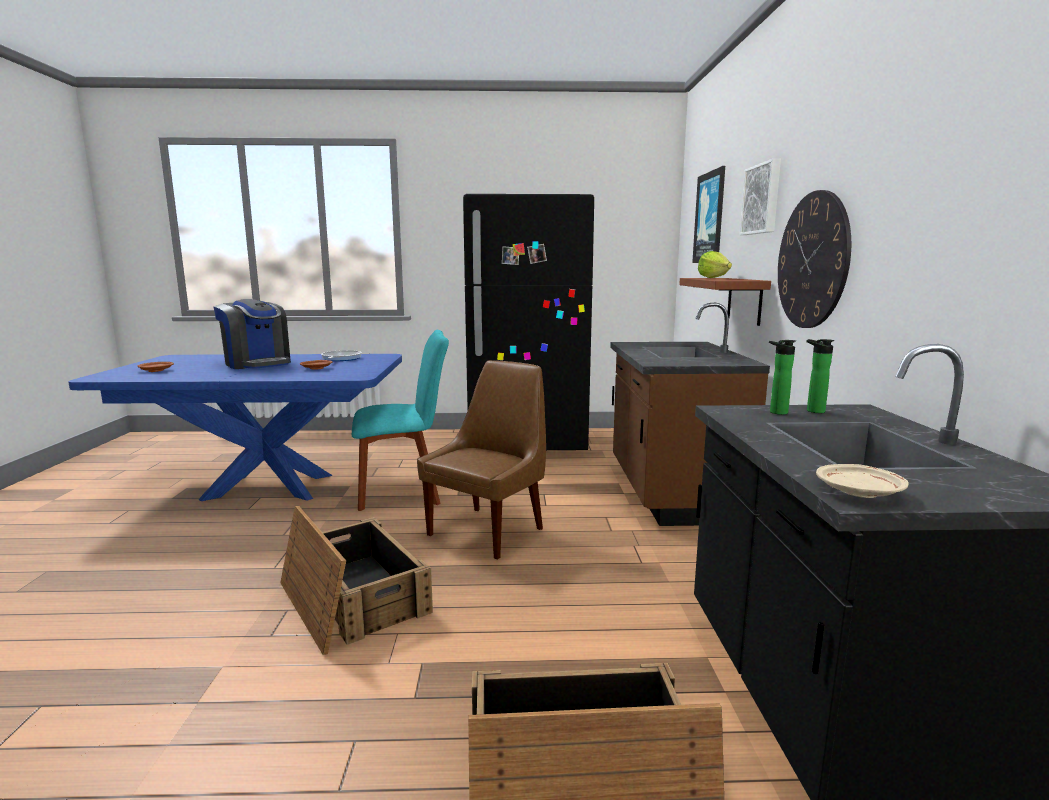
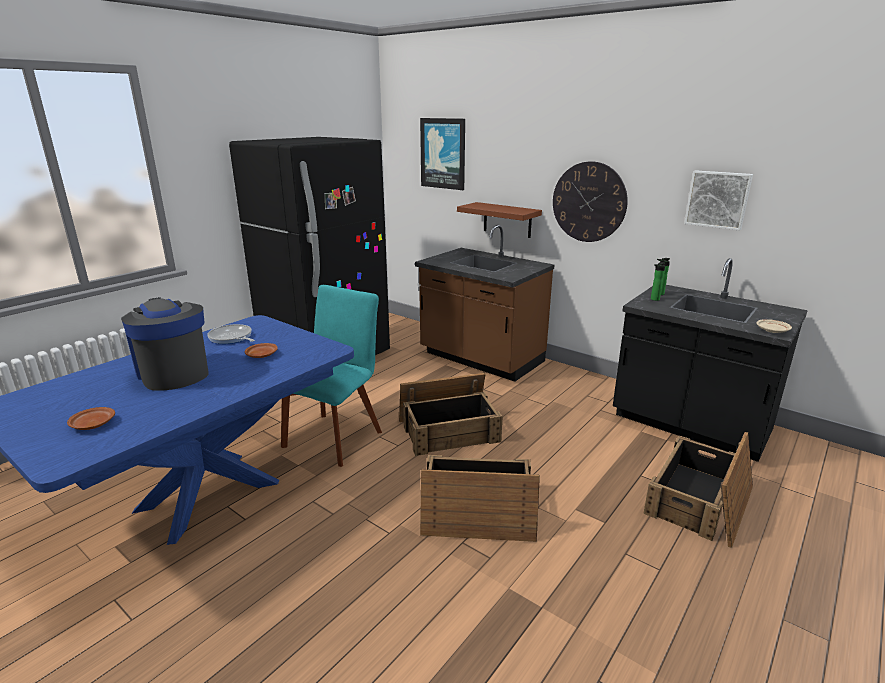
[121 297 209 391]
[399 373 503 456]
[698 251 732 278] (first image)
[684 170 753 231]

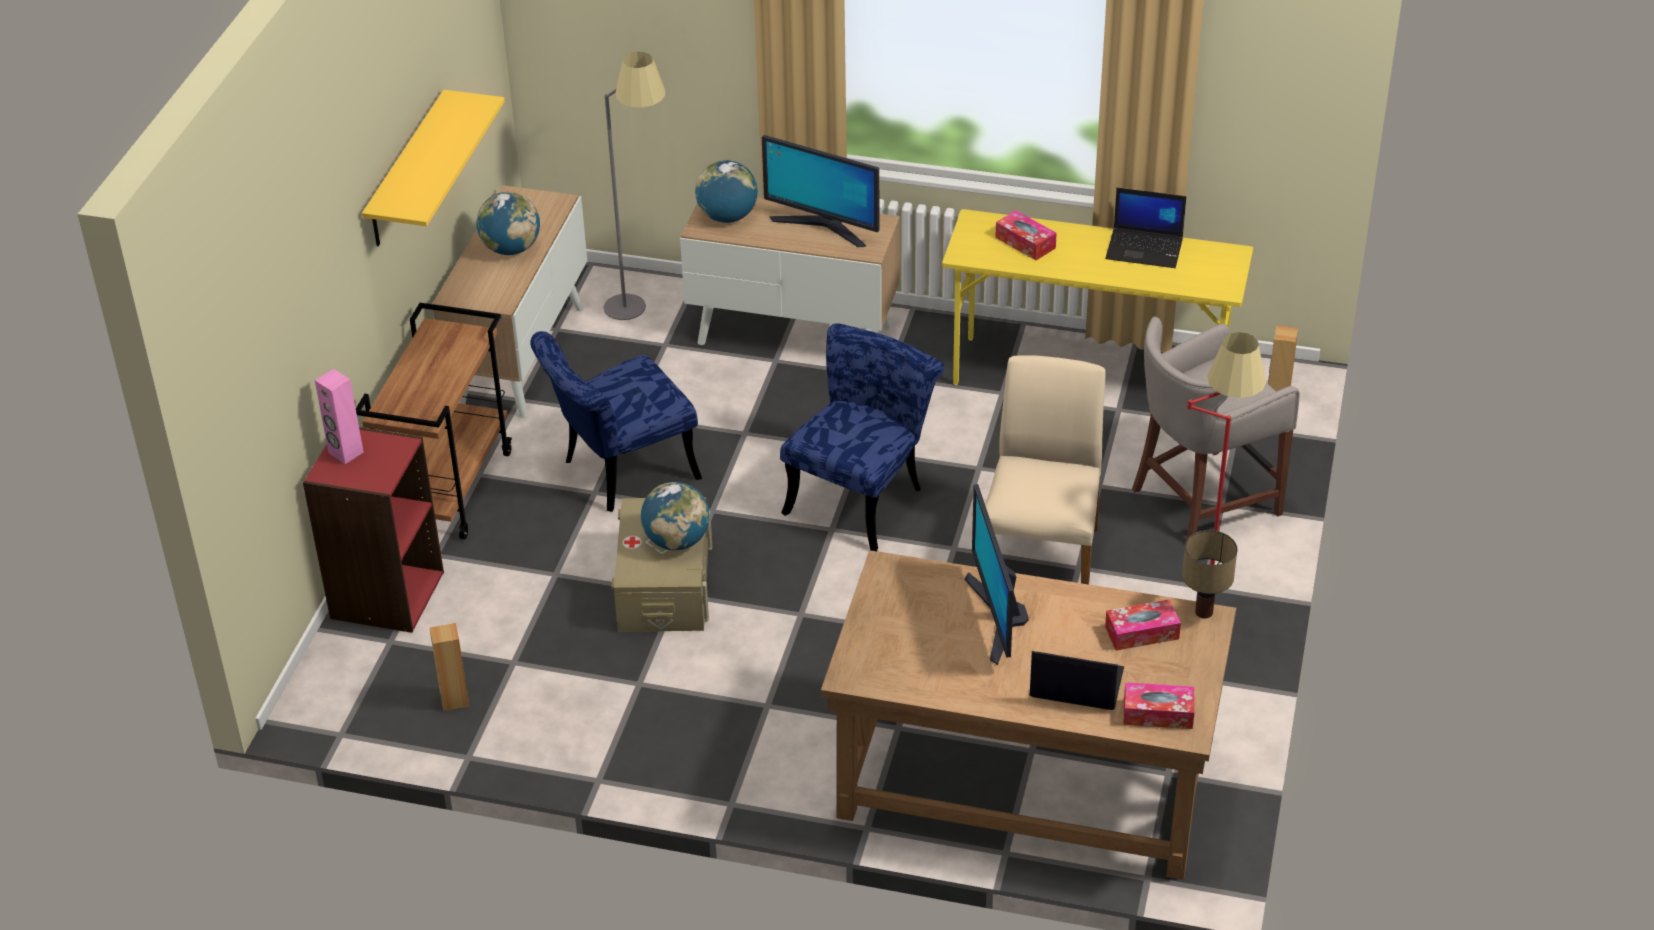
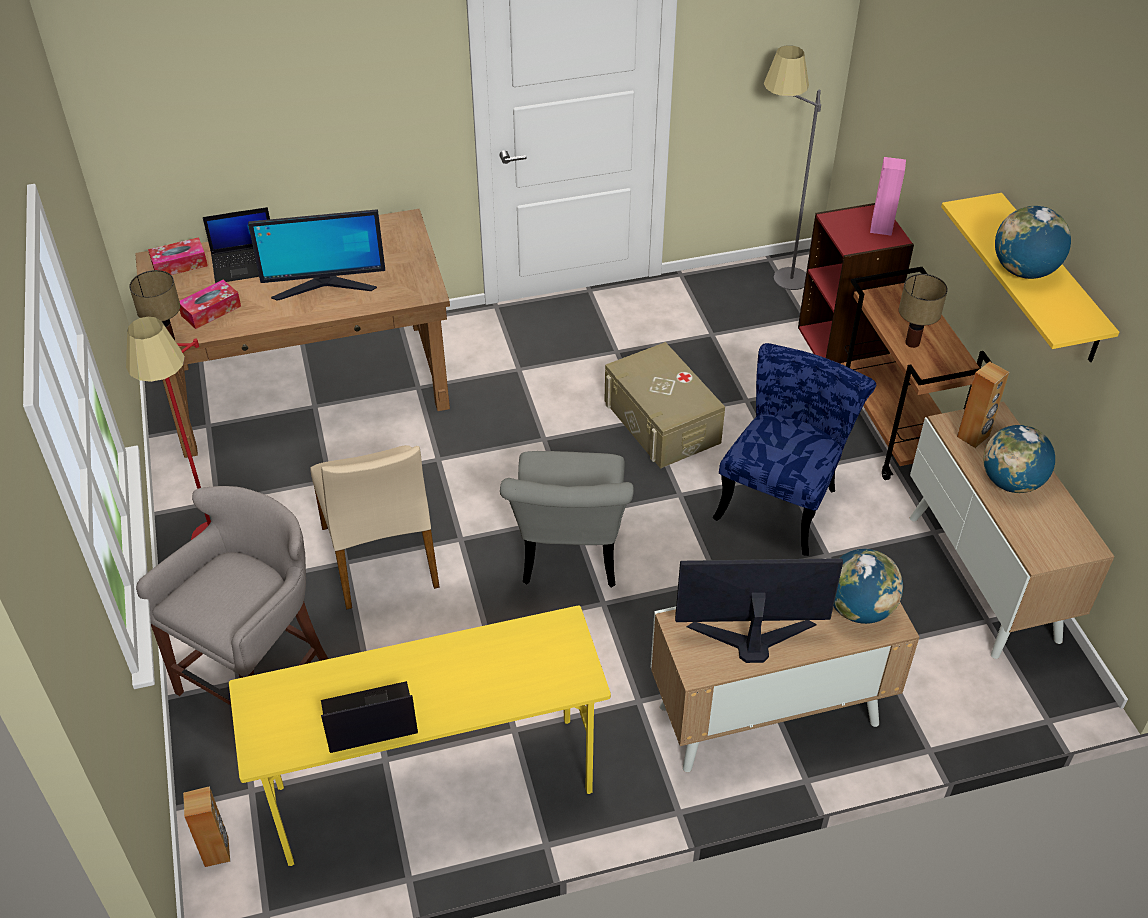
[957 361 1009 448]
[764 45 821 290]
[995 206 1071 279]
[500 451 634 587]
[248 209 385 301]
[995 210 1057 260] (first image)
[899 274 948 348]

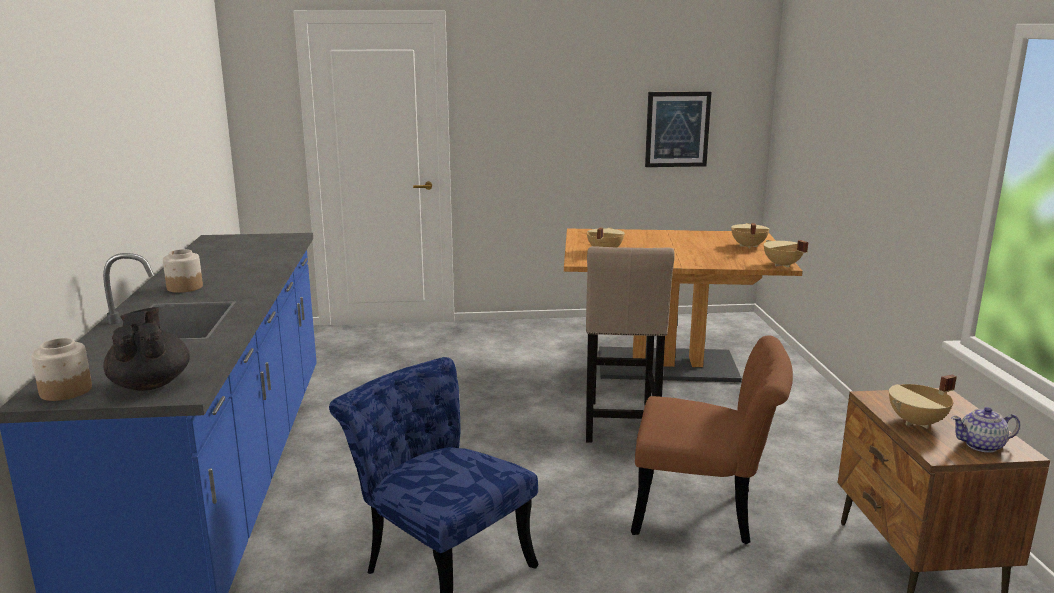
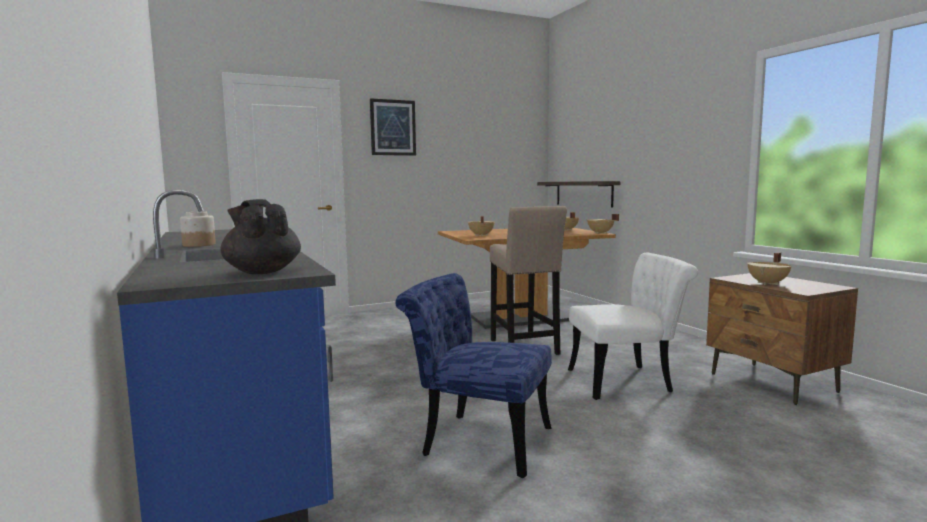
[31 338 92 401] (first image)
[568 253 698 400]
[370 98 416 156]
[951 407 1020 453] (first image)
[537 181 620 207]

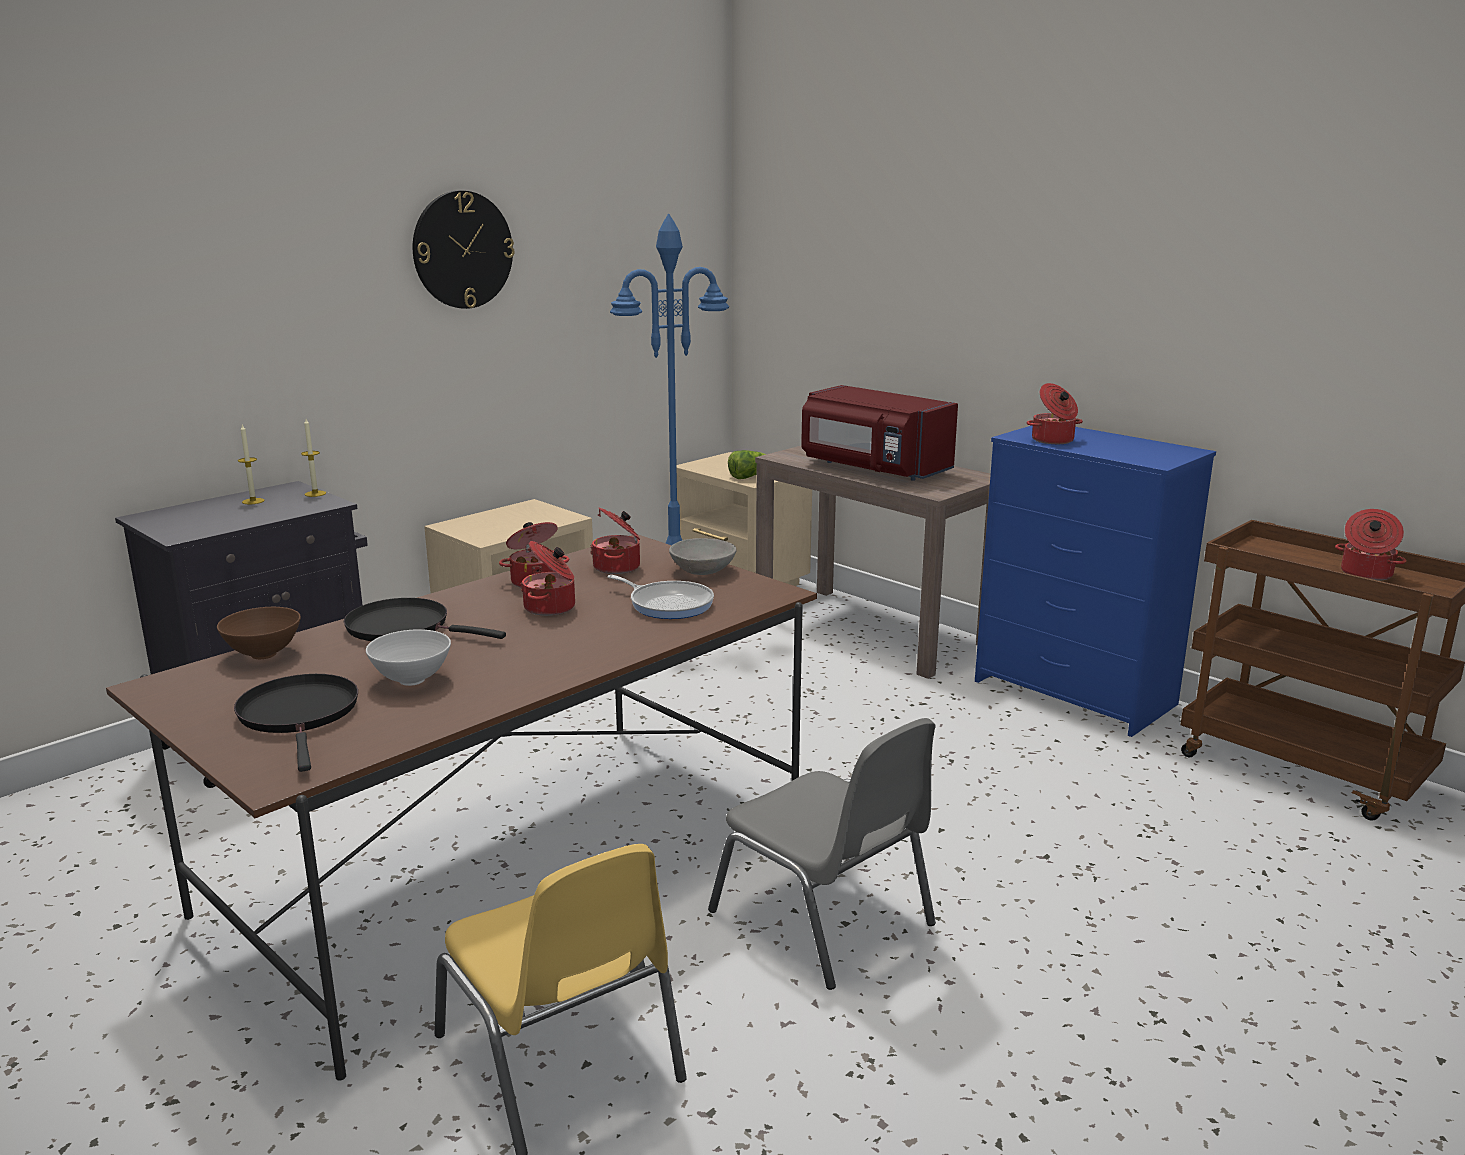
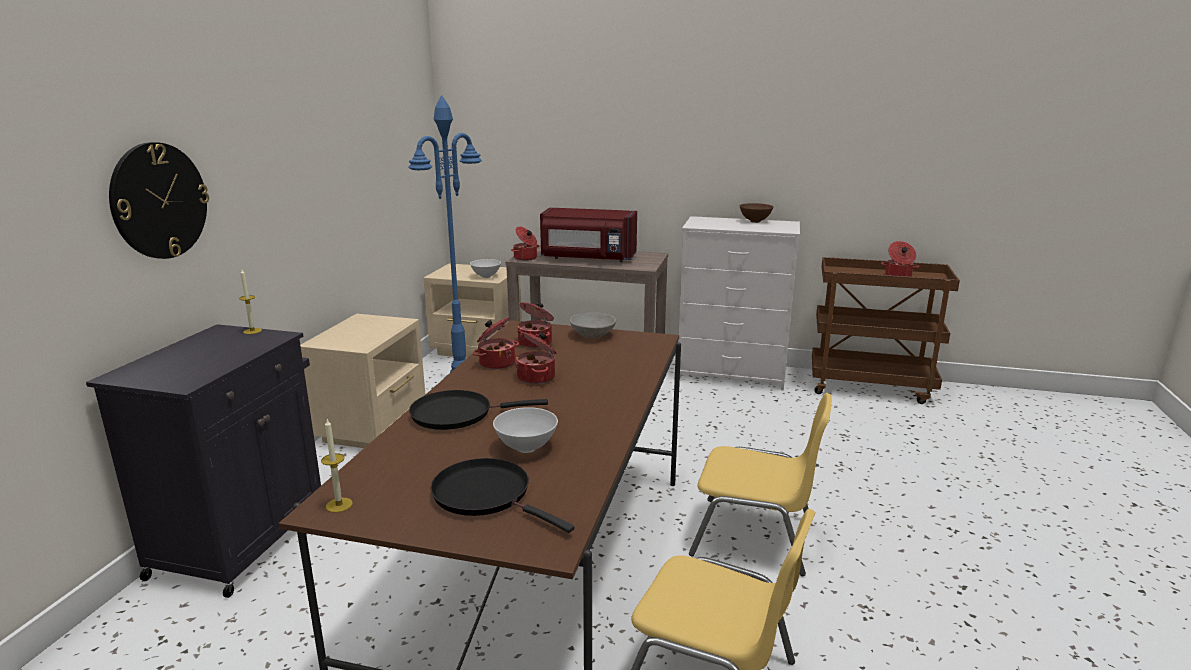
[740 203 774 223]
[321 419 353 513]
[109 142 209 259]
[607 575 714 619] (first image)
[689 393 832 576]
[470 259 501 278]
[679 216 800 391]
[511 226 539 261]

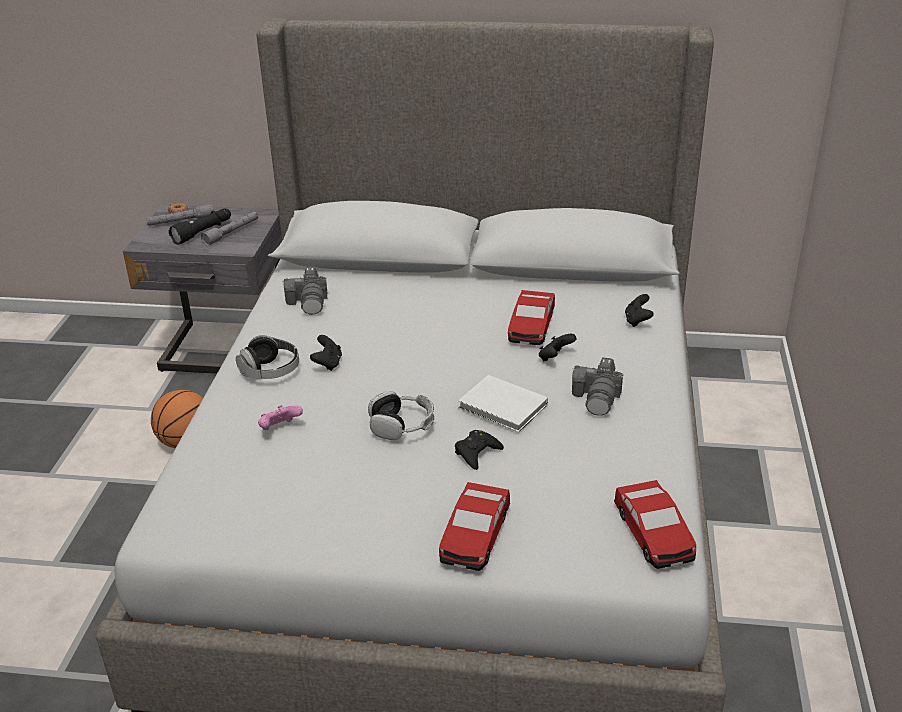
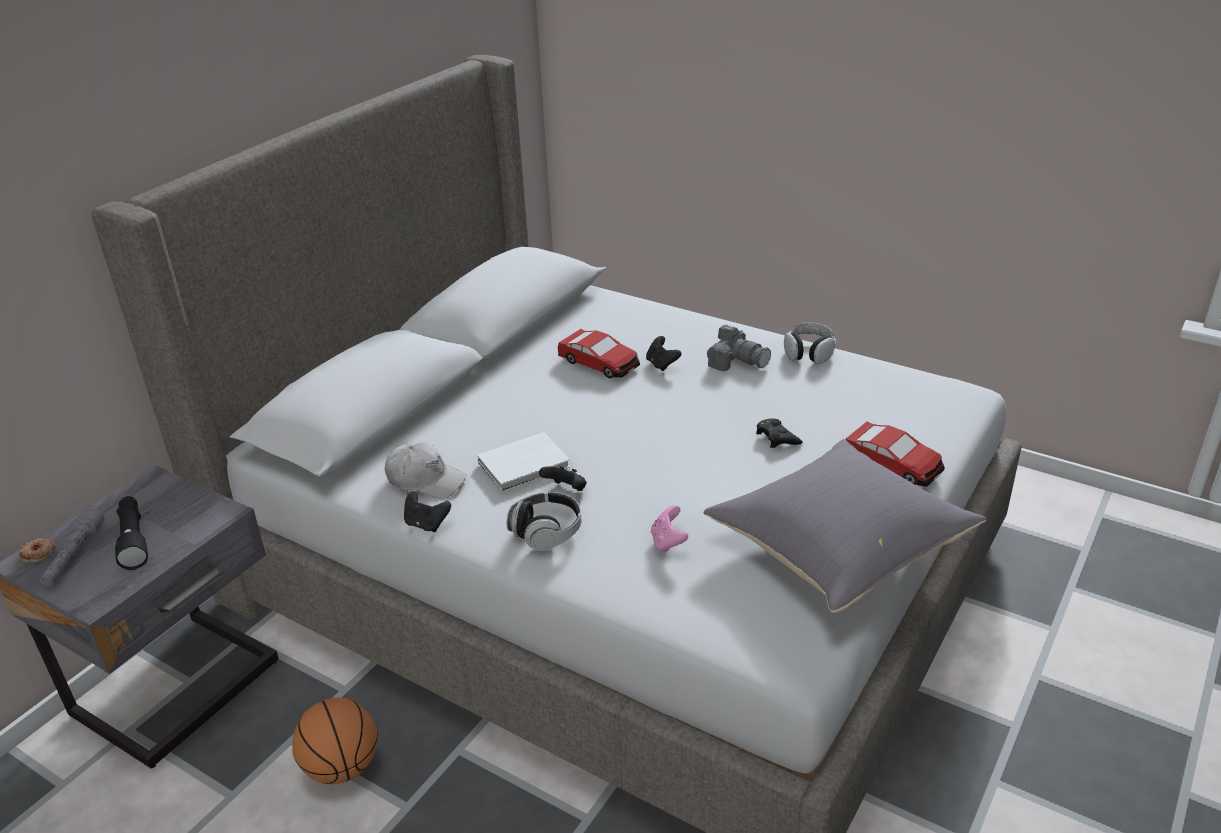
[201 212 258 246] (first image)
[385 442 467 499]
[784 322 836 364]
[477 432 570 492]
[614 480 696 569] (first image)
[404 491 451 532]
[704 439 986 613]

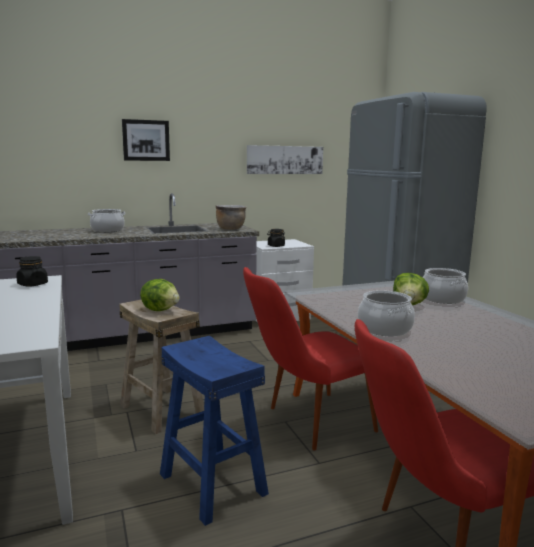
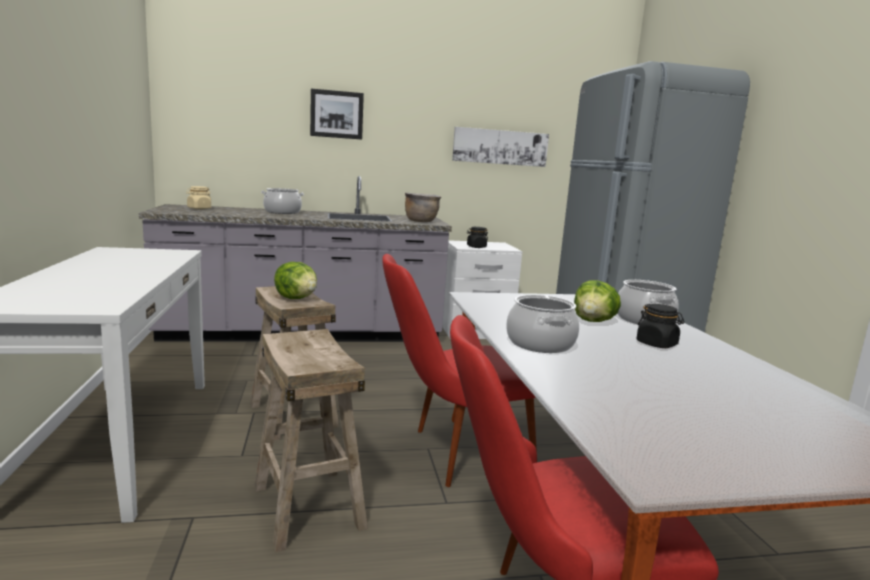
[636 304 684 348]
[255 329 368 552]
[186 186 211 209]

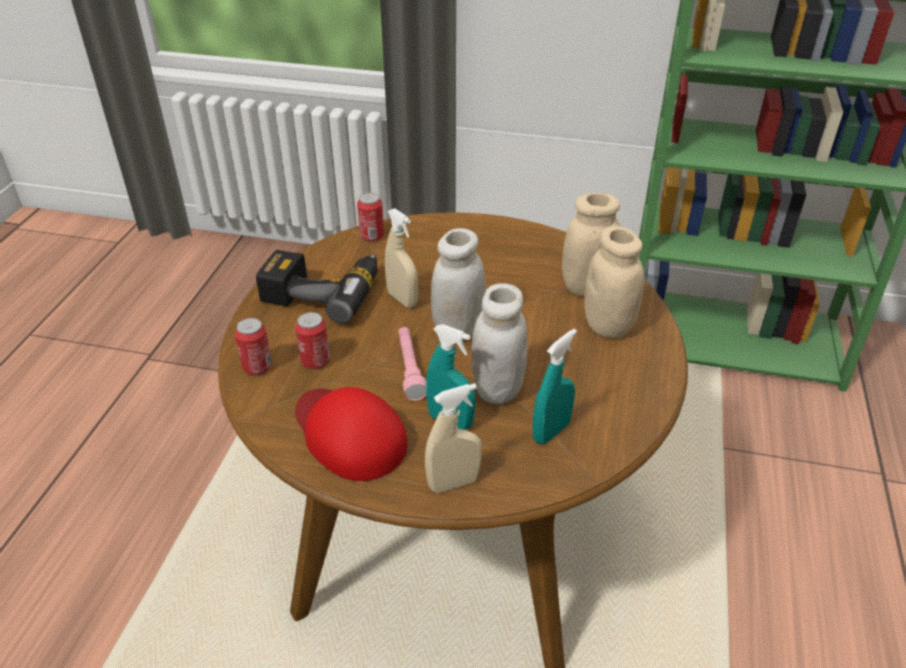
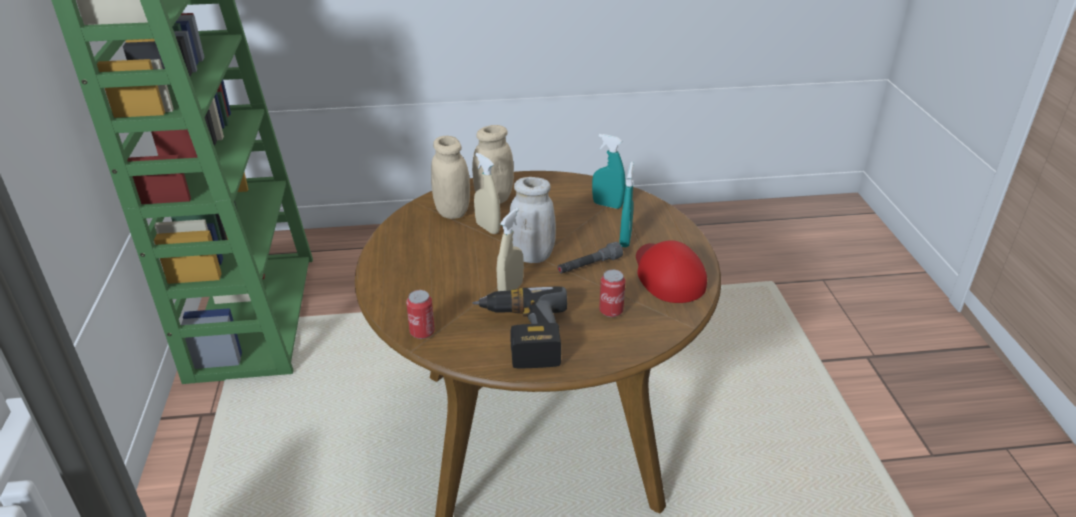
[235 318 272 375] (first image)
[636 240 707 303]
[558 242 623 274]
[474 153 501 234]
[471 283 527 404] (first image)

